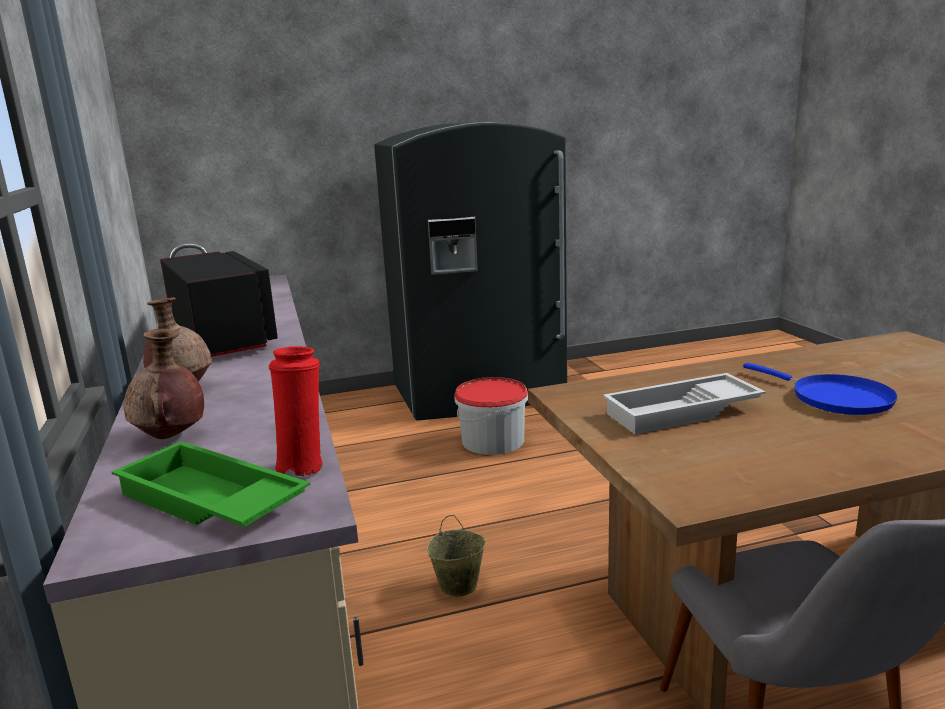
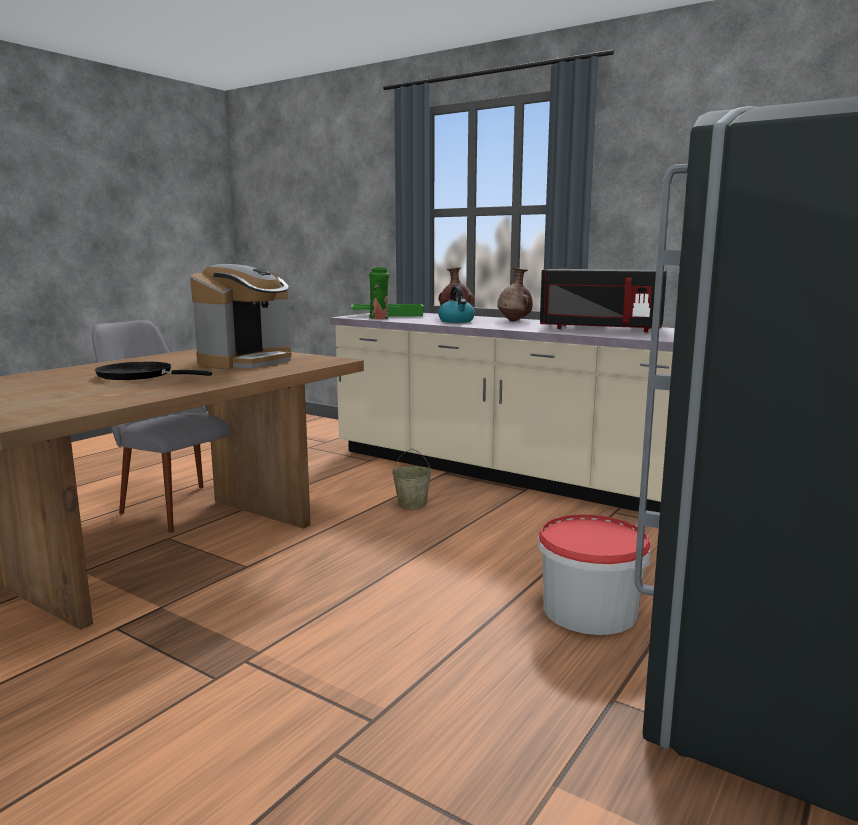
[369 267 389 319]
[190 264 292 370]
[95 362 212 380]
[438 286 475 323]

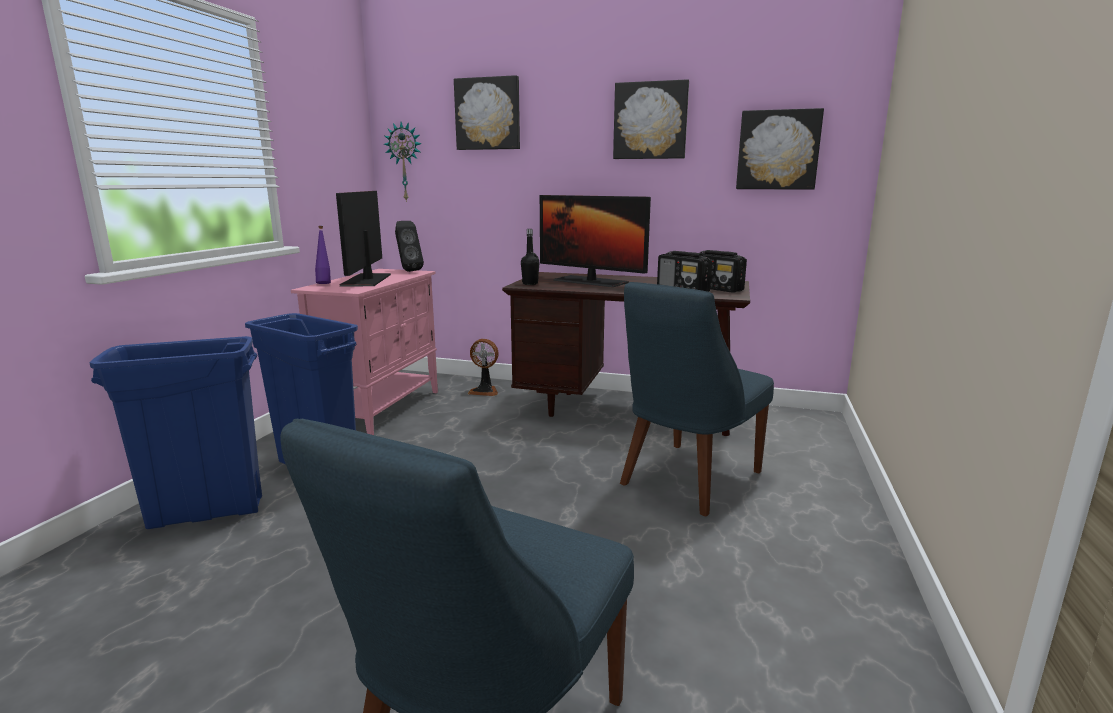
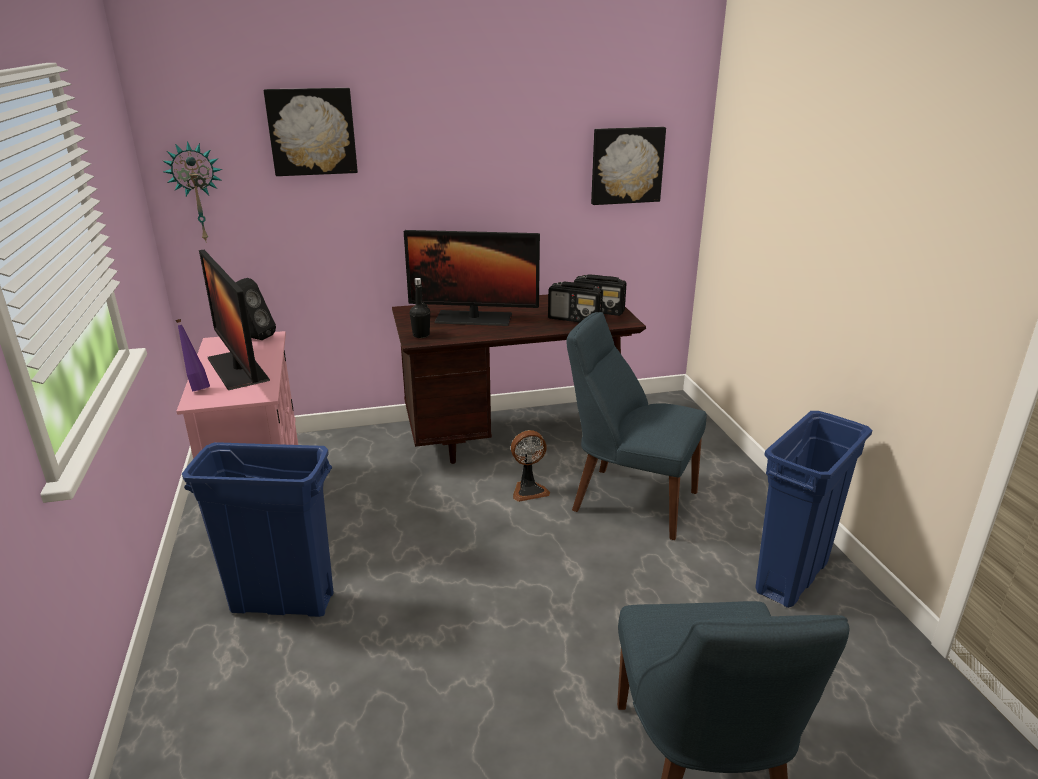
[755 411 872 608]
[511 430 550 502]
[613 79 689 159] (first image)
[567 312 707 540]

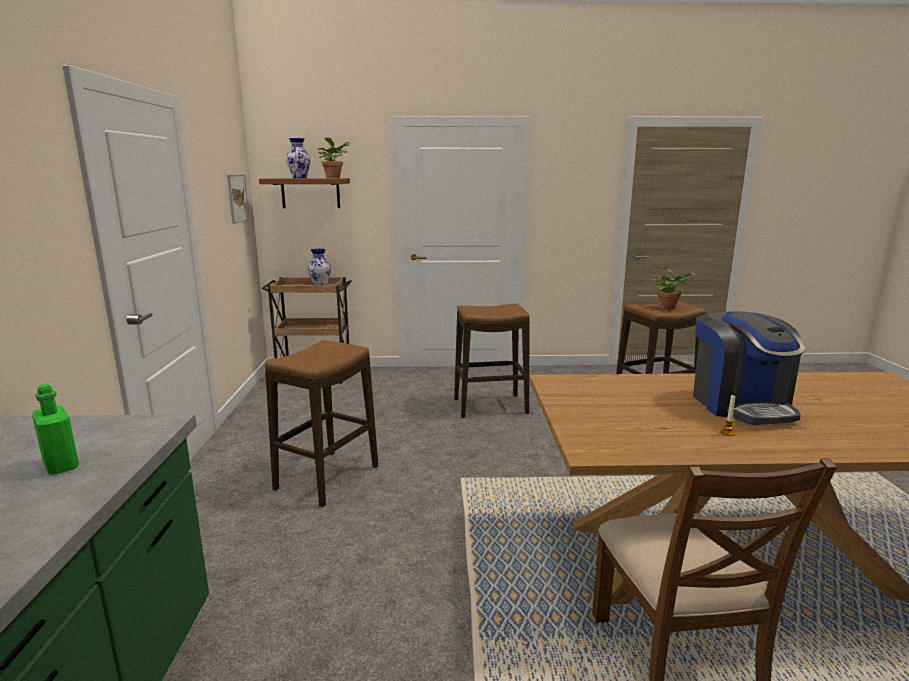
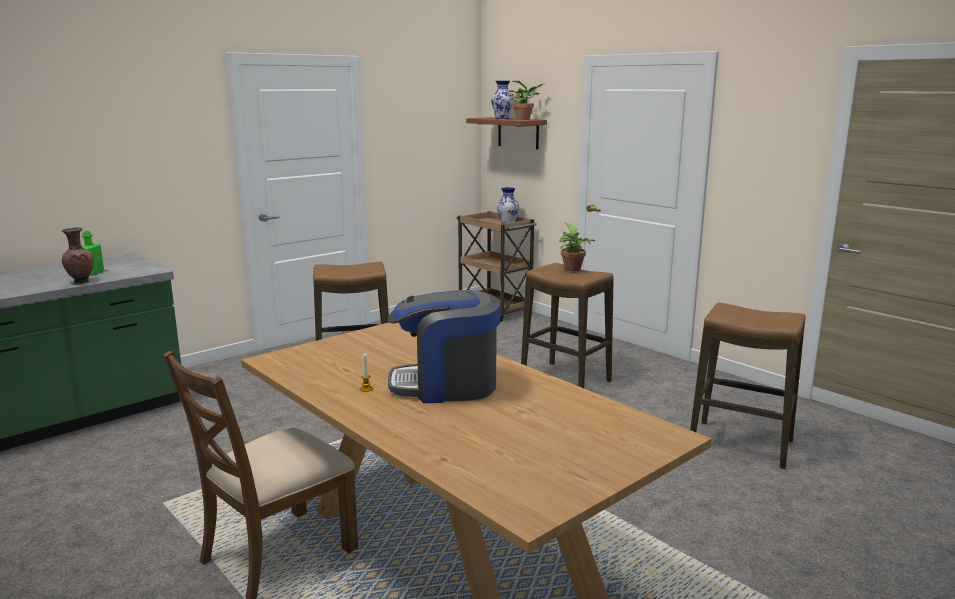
[227 175 250 224] (first image)
[559 222 595 271]
[388 290 500 403]
[62 227 94 284]

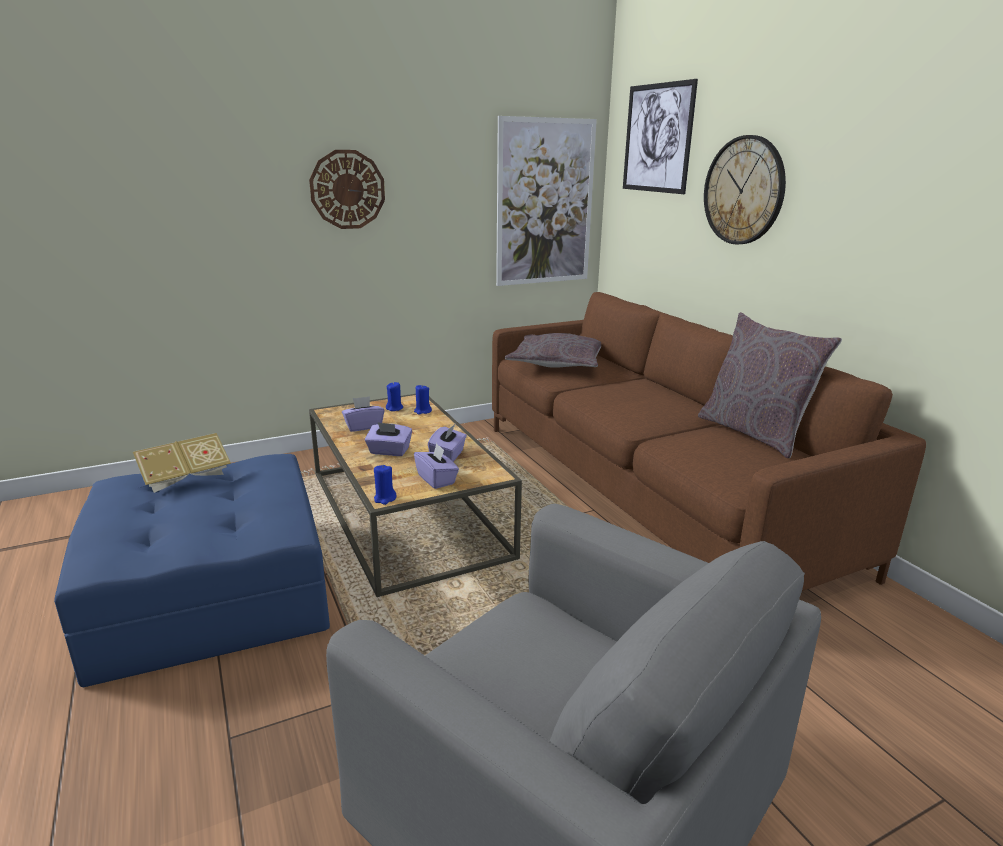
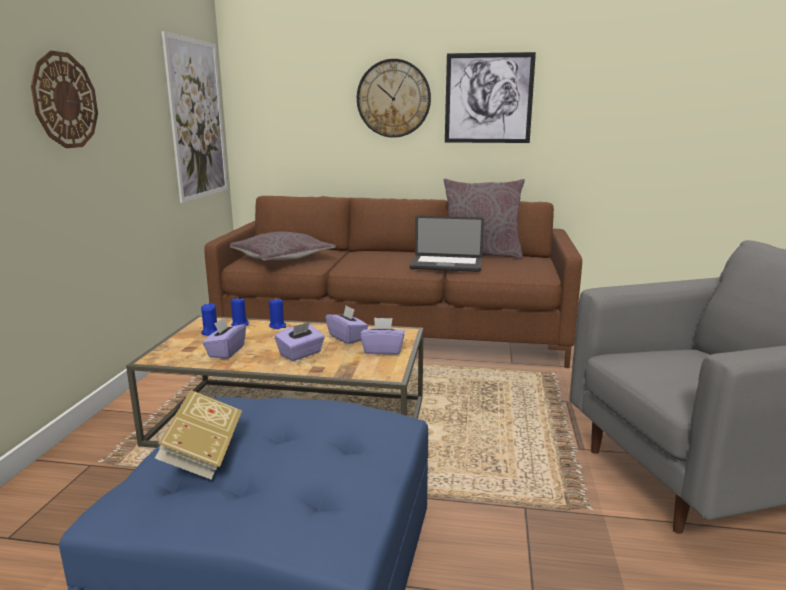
[269 299 286 329]
[445 52 536 143]
[410 216 484 272]

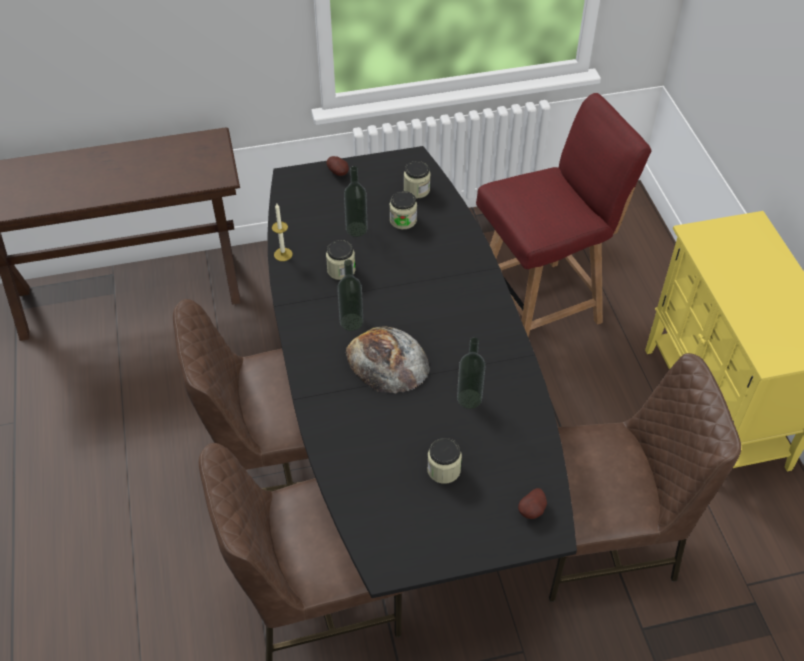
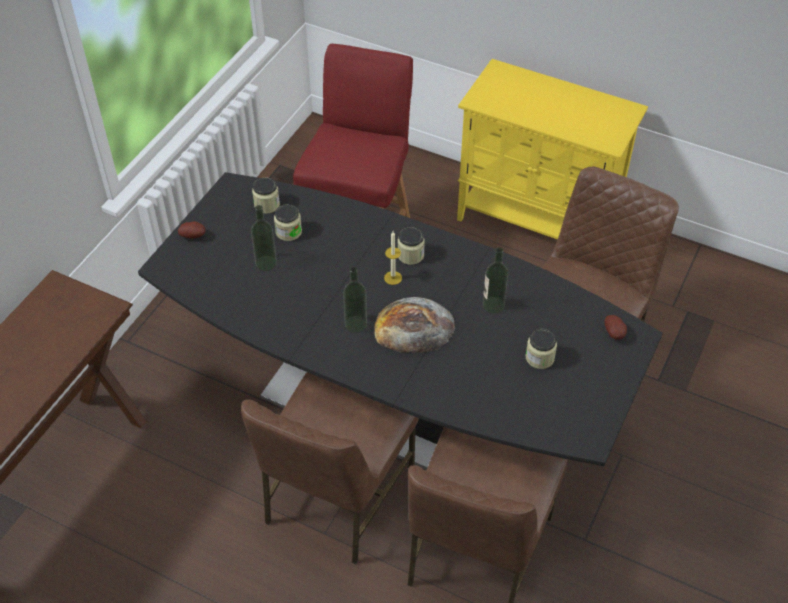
[384 231 402 285]
[398 227 425 265]

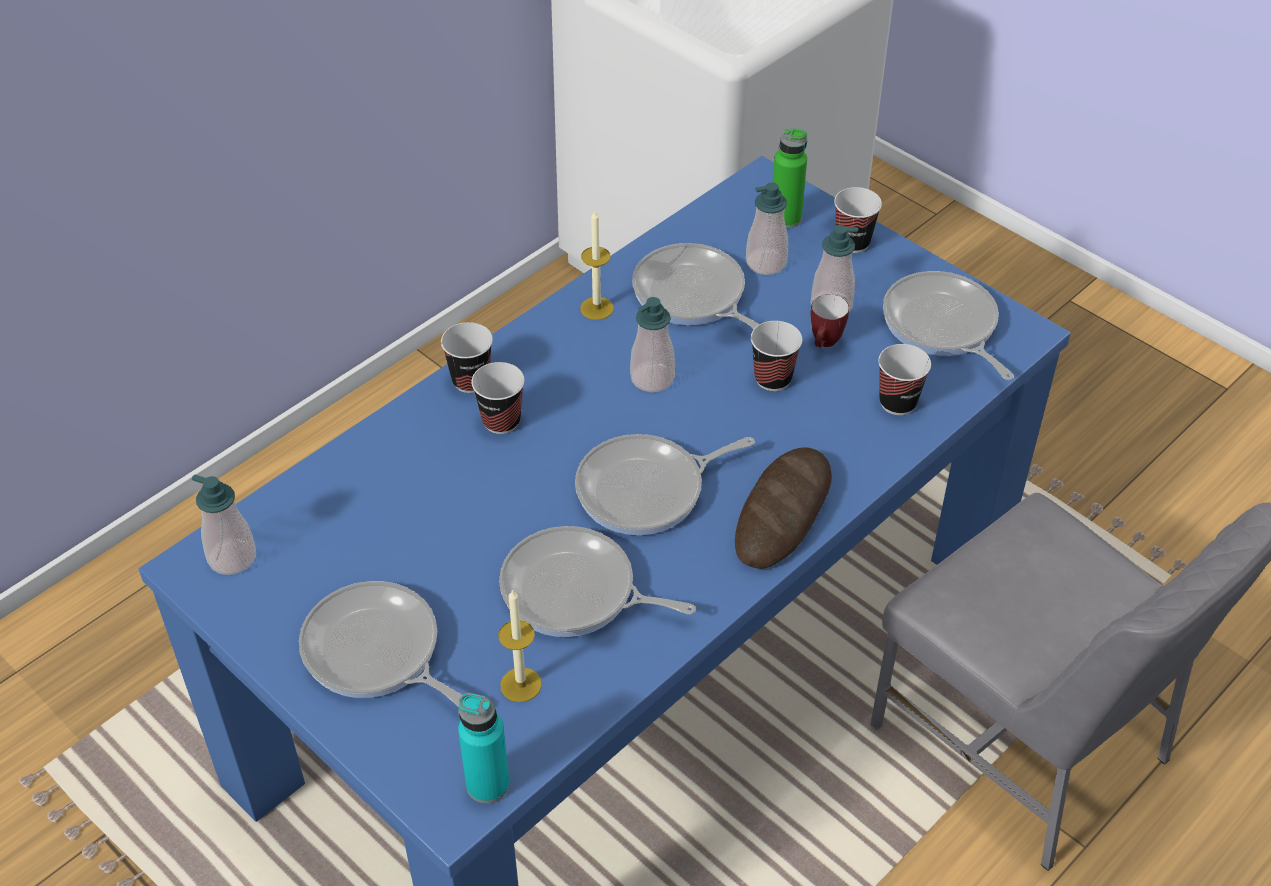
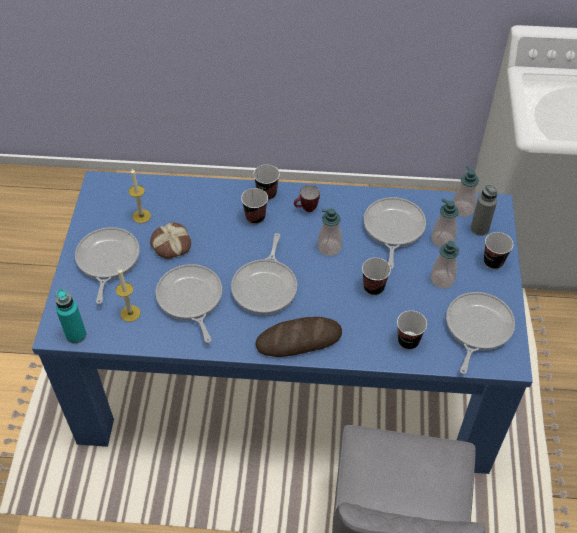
[453 165 479 217]
[231 233 297 315]
[129 169 151 223]
[471 183 498 236]
[294 185 320 212]
[150 222 191 259]

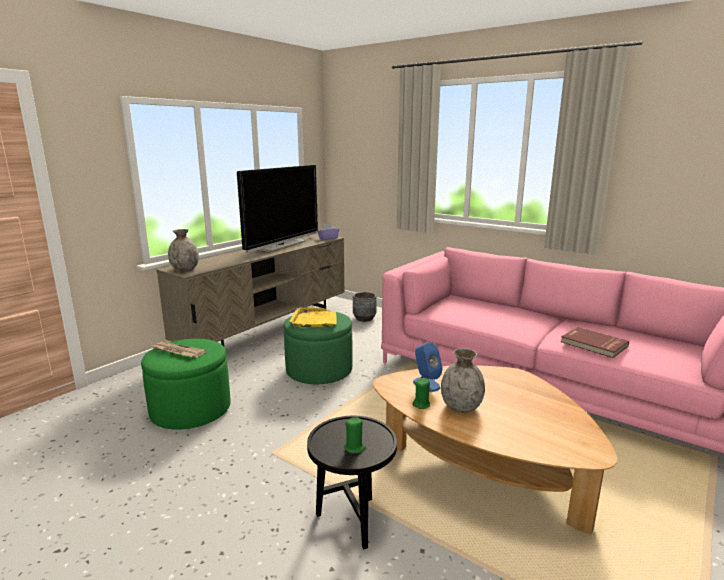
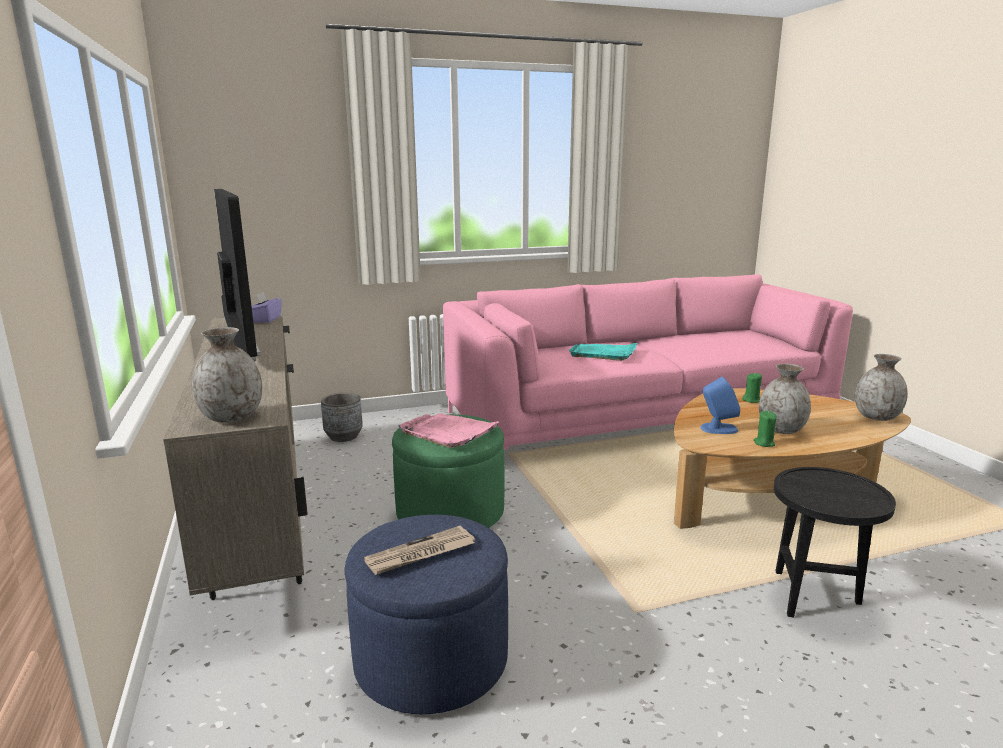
[345 515 508 714]
[398 413 501 448]
[742 373 762 403]
[561 327 629 358] (first image)
[569 343 637 361]
[855 354 908 421]

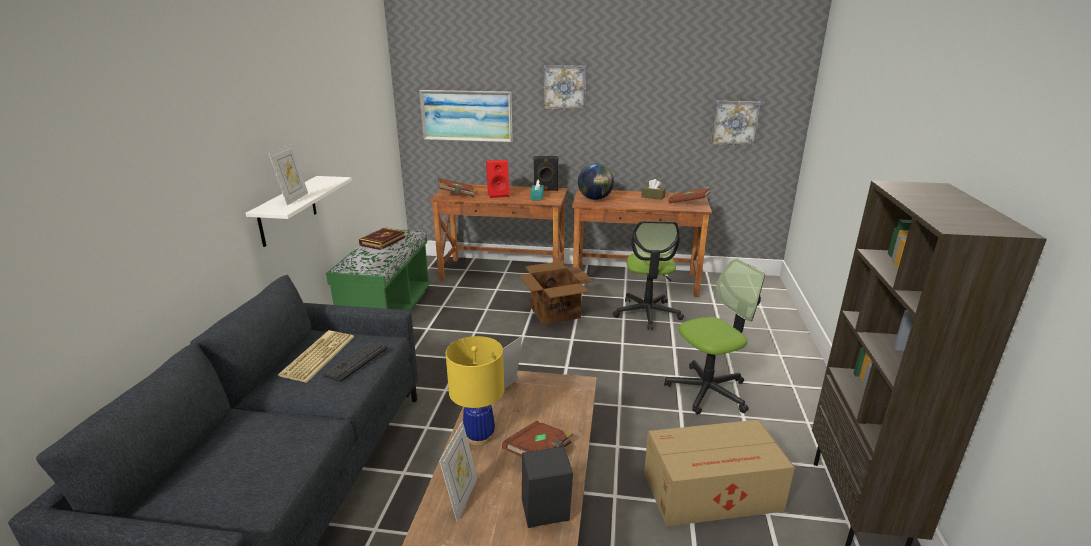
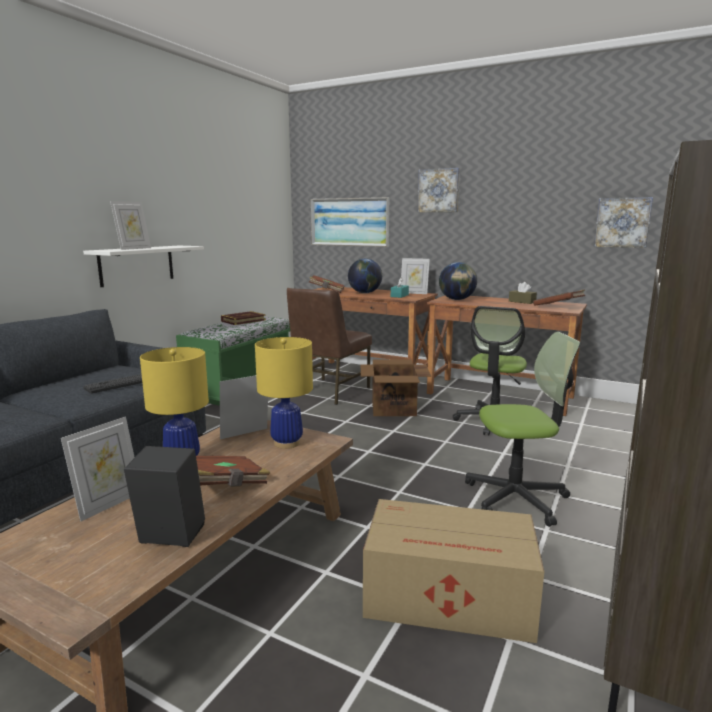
[278 330 354 383] (first image)
[348 259 382 293]
[401 258 430 294]
[255 337 313 449]
[287 288 372 405]

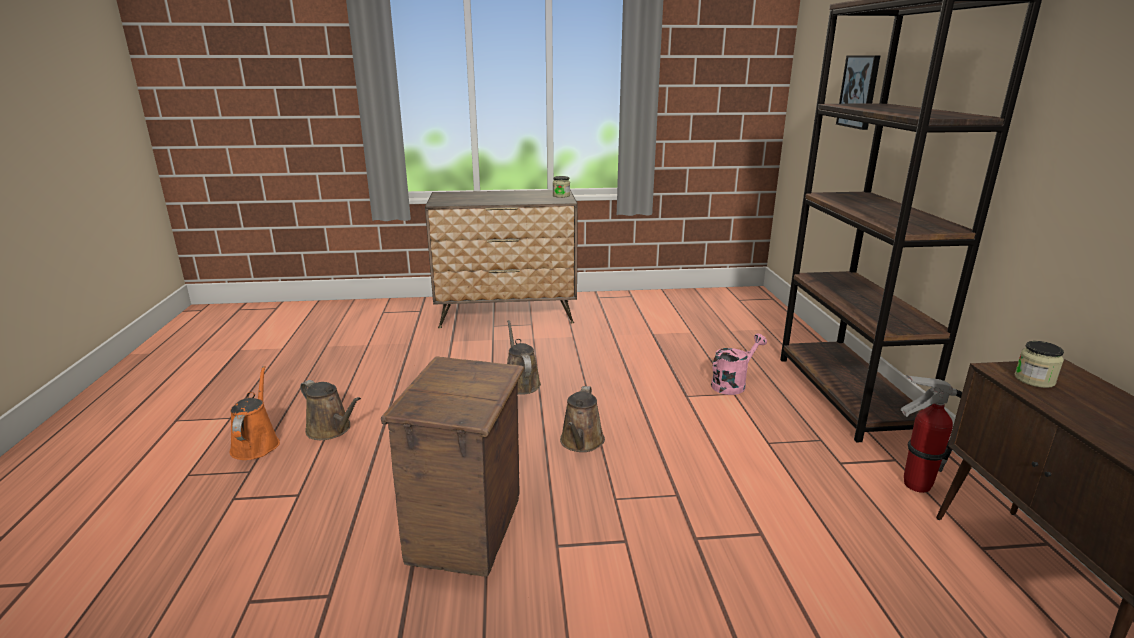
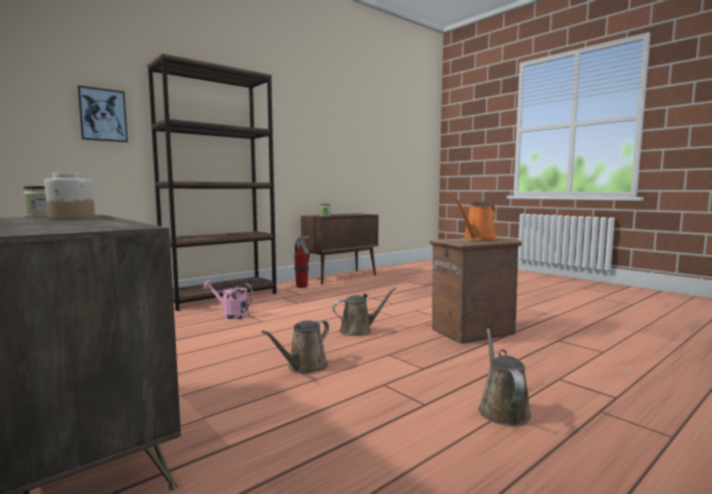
[454 197 497 241]
[44 173 95 219]

